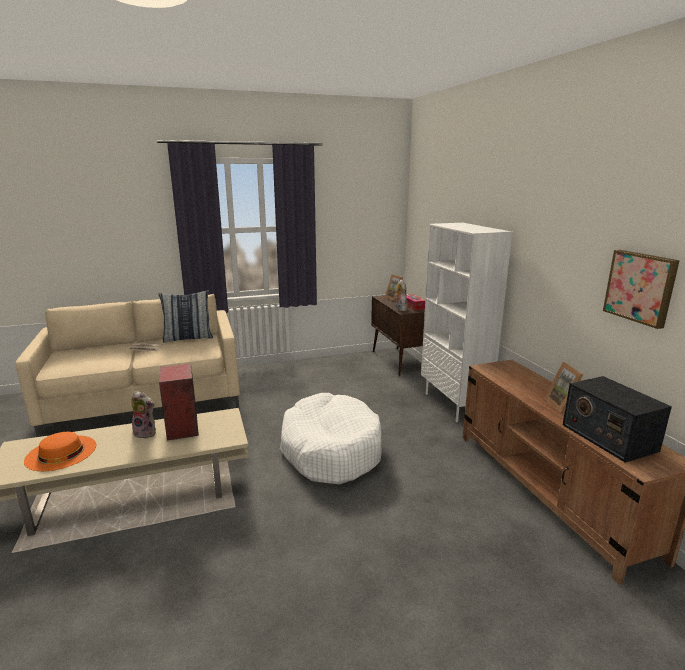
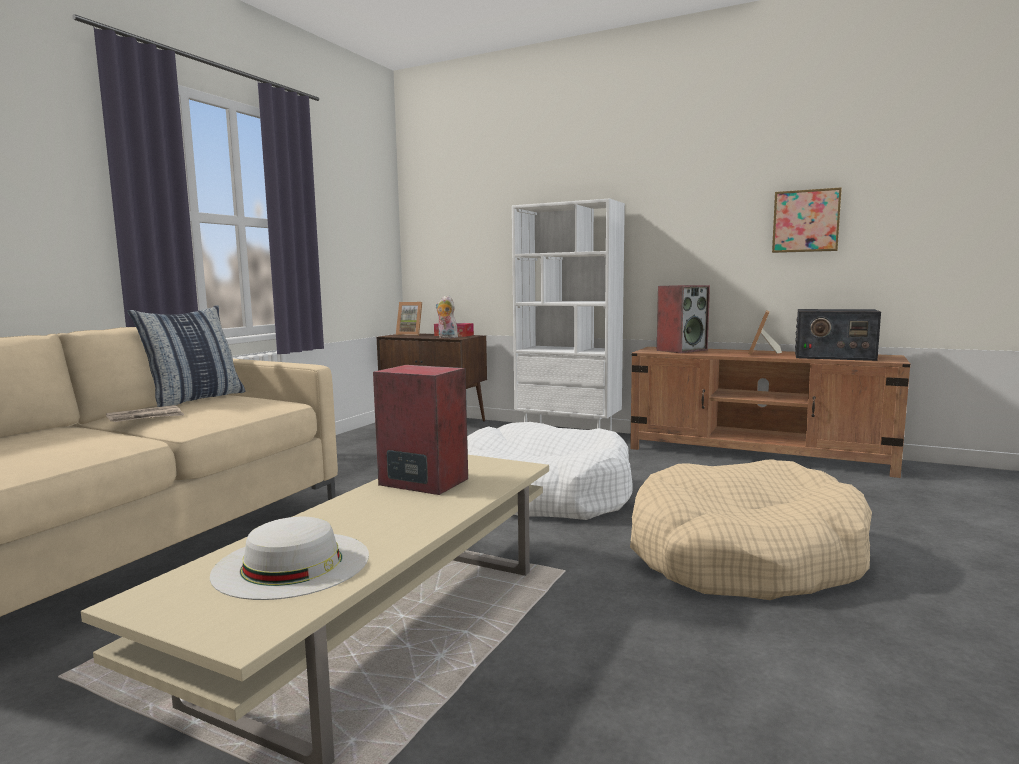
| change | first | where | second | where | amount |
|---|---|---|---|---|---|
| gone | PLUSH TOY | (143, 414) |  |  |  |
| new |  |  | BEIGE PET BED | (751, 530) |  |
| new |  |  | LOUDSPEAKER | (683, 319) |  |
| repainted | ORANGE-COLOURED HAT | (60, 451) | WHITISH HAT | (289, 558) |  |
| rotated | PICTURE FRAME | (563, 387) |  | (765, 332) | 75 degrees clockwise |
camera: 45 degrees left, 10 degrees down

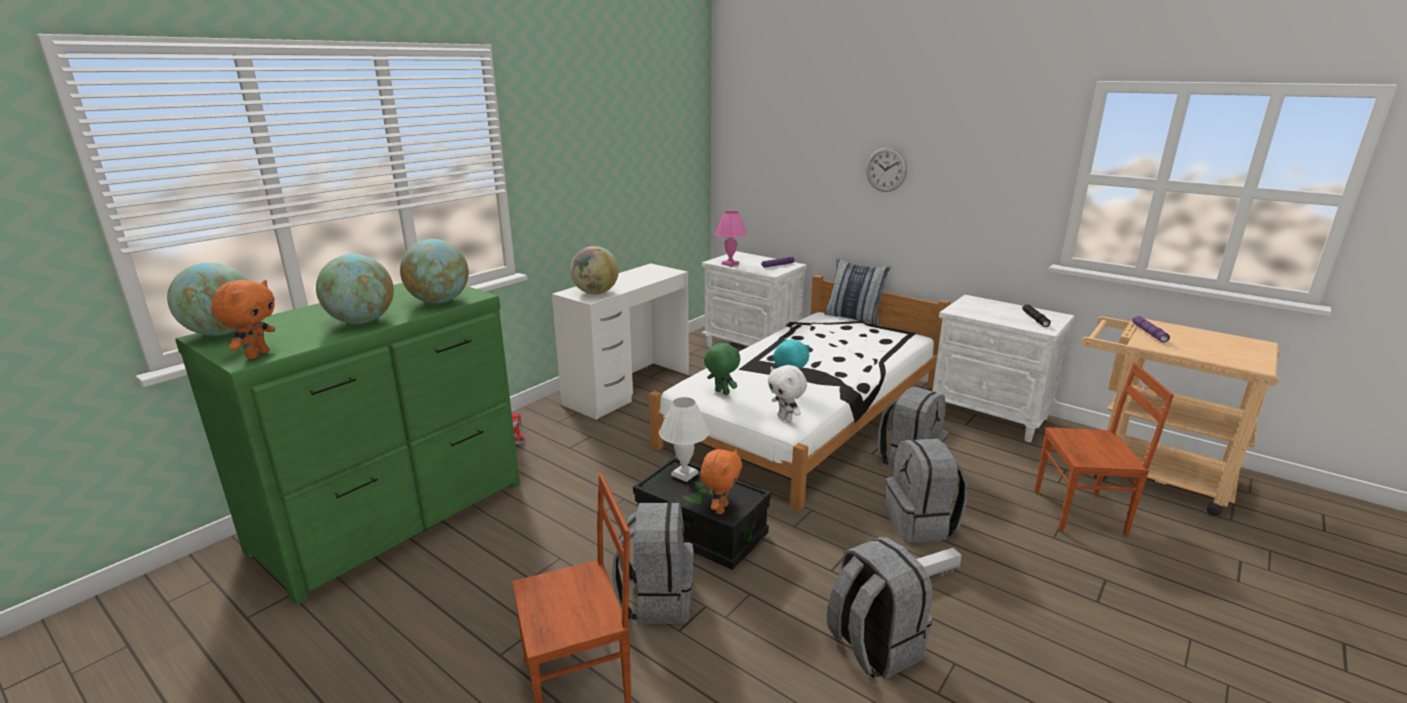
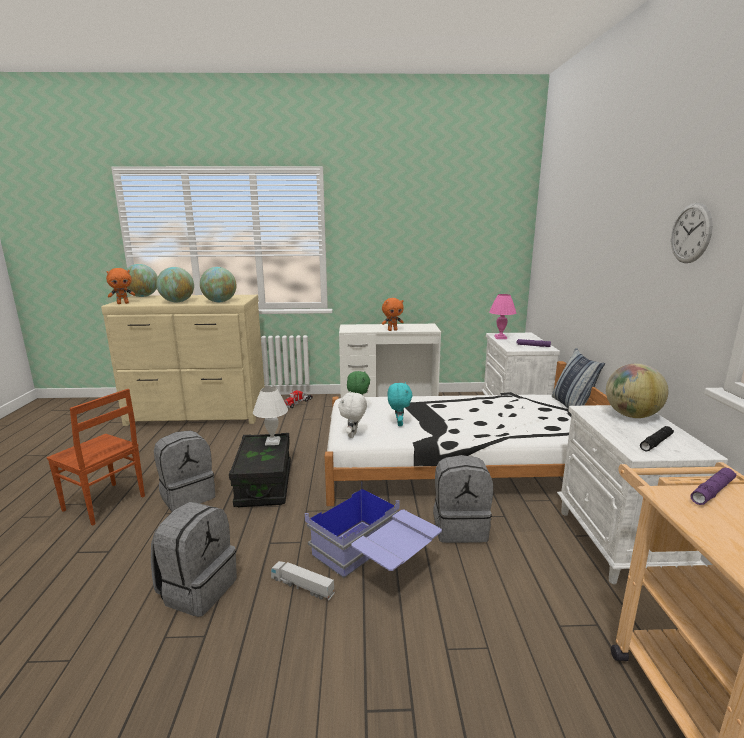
| change | first | where | second | where | amount |
|---|---|---|---|---|---|
| gone | BROWN CHAIR | (1104, 449) |  |  |  |
| shifted | WORLD GLOBE | (594, 270) |  | (637, 390) |  |
| shifted | ORANGE-COLOURED PLUSH TOY | (721, 481) |  | (393, 314) |  |
| shifted | HANGING CLOCK | (886, 169) |  | (692, 233) |  |
| swapped | GREYISH BACKPACK | (926, 490) | BLUE-COLOURED STORAGE BOX | (373, 533) |  |
| repainted | GREEN-COLOURED DRESSER | (347, 444) | BEIGE DRESSER | (183, 360) |  |
camera: 50 degrees right, 5 degrees down

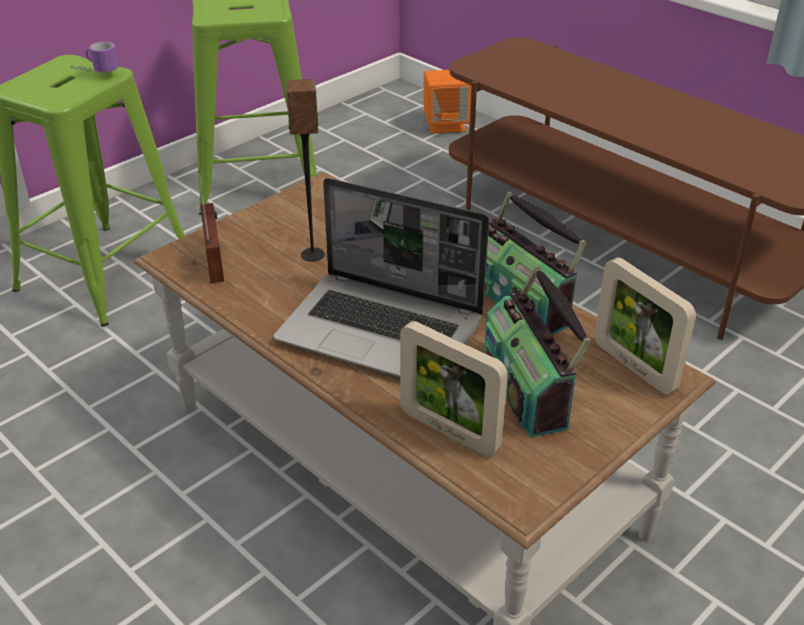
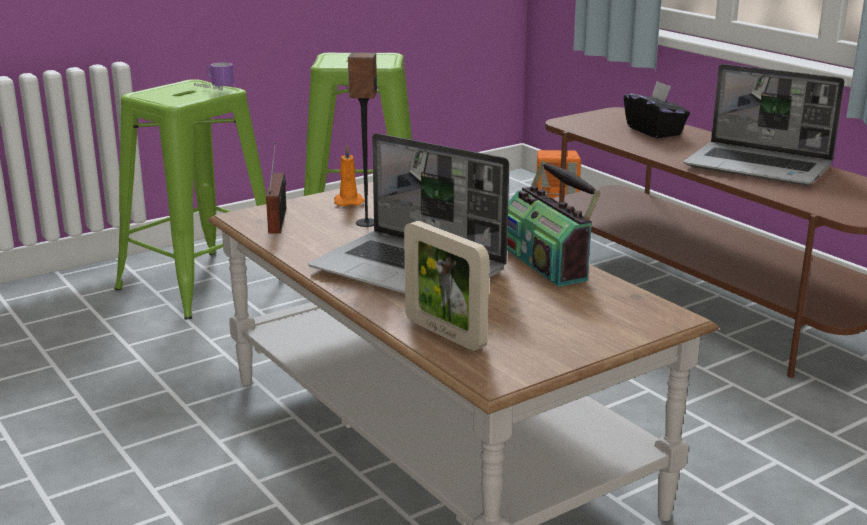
| change | first | where | second | where | amount |
|---|---|---|---|---|---|
| gone | RADIO RECEIVER | (537, 352) |  |  |  |
| gone | PICTURE FRAME | (645, 326) |  |  |  |
| new |  |  | ORANGE-COLOURED WAX CANDLE | (349, 176) |  |
| new |  |  | BLACKISH TISSUE HOLDER | (657, 109) |  |
| new |  |  | LAPTOP | (764, 124) |  |
camera: 10 degrees right, 15 degrees down

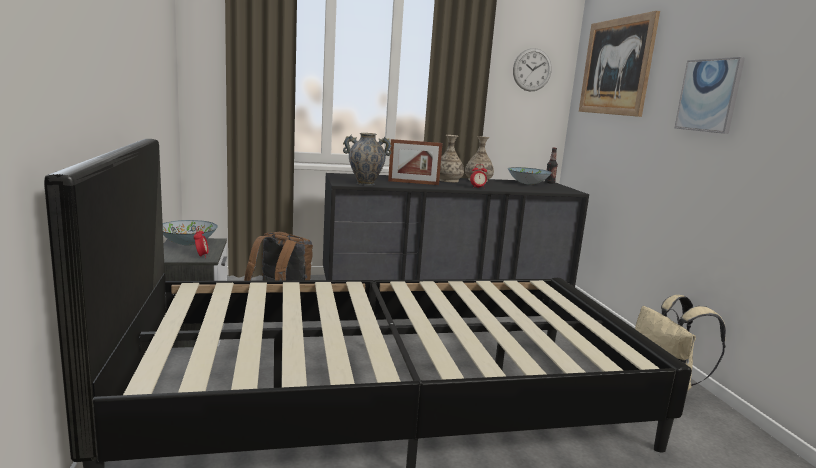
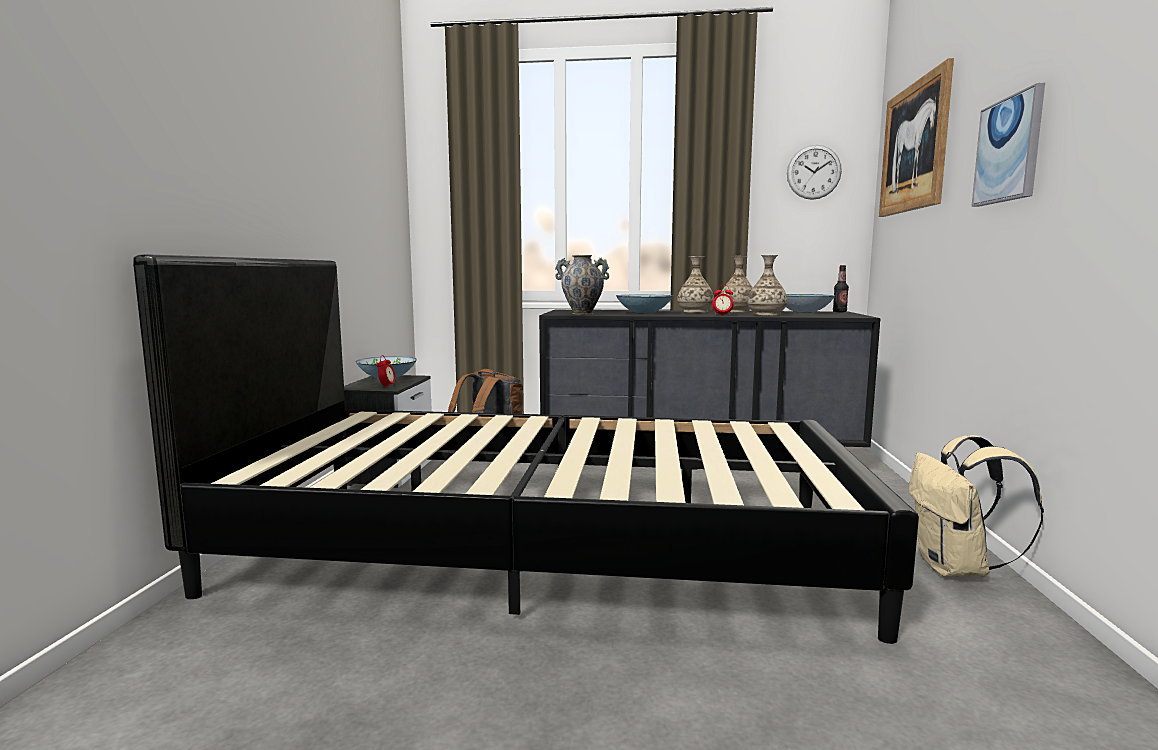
| change | first | where | second | where | amount |
|---|---|---|---|---|---|
| new |  |  | DECORATIVE VASE | (767, 285) |  |
| swapped | PICTURE FRAME | (415, 162) | SERVING BOWL | (644, 304) |  |
camera: 20 degrees right, 5 degrees down

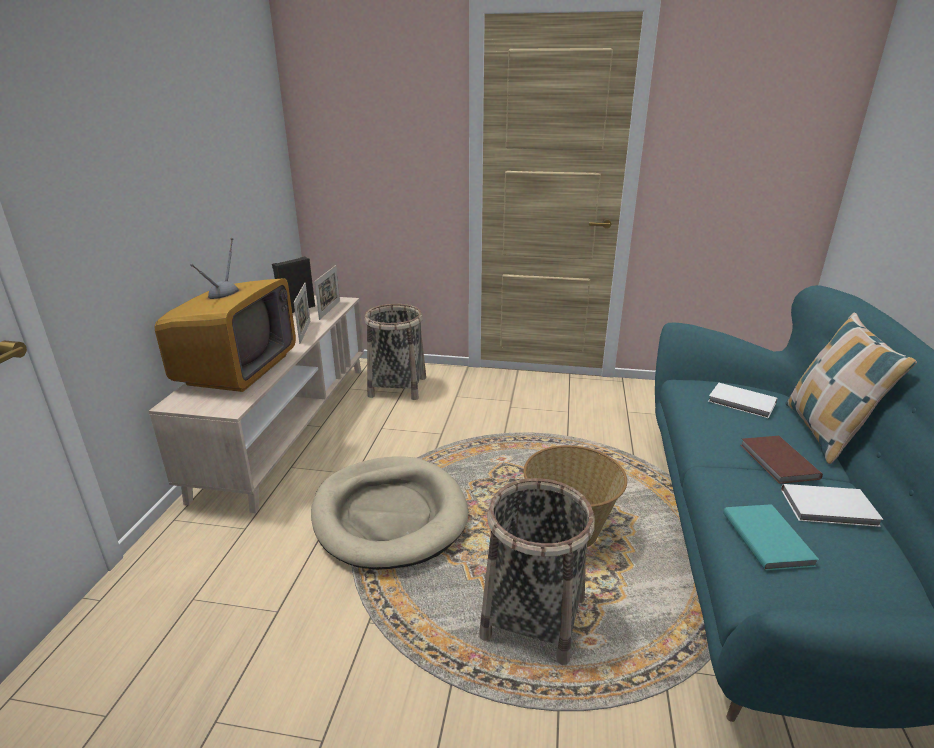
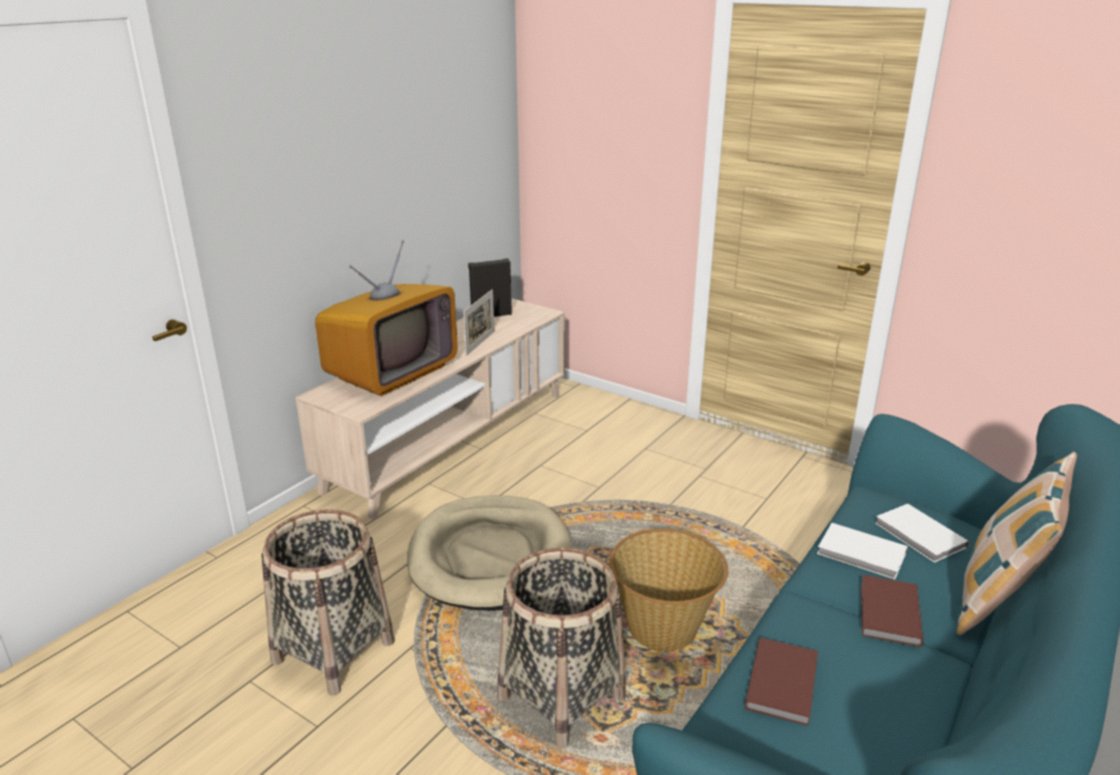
| change | first | where | second | where | amount |
|---|---|---|---|---|---|
| gone | PICTURE FRAME | (327, 292) |  |  |  |
| shifted | BASKET | (395, 352) |  | (328, 602) |  |
| shifted | WHITISH VOLUME | (832, 505) |  | (862, 551) |  |
| repainted | TURQUOISE VOLUME | (771, 537) | BROWN VOLUME | (781, 682) |  |
camera: 25 degrees right, 0 degrees up

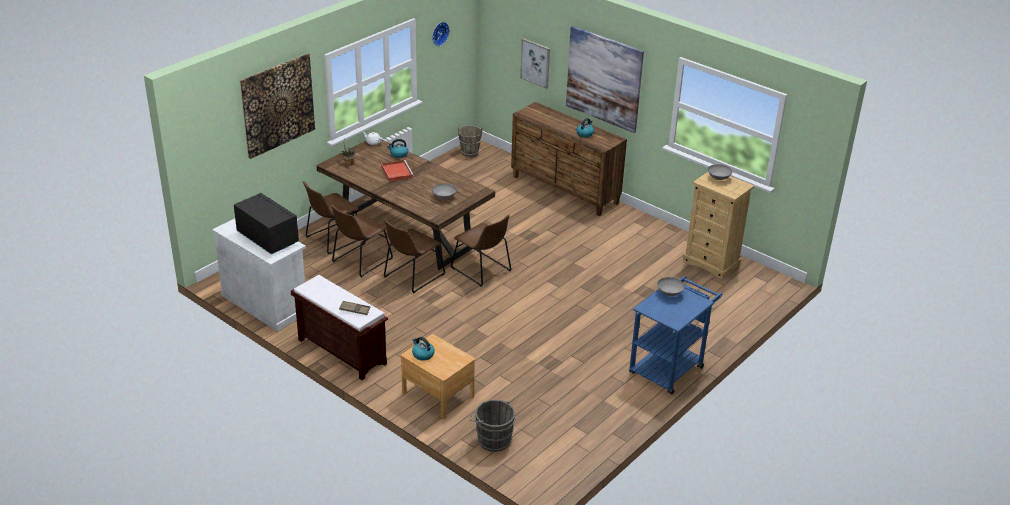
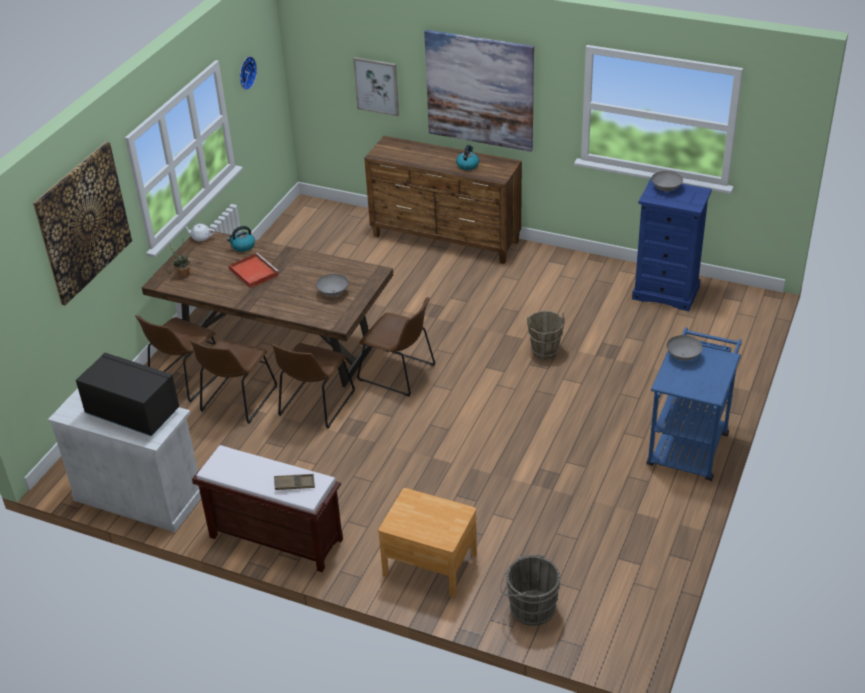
| change | first | where | second | where | amount |
|---|---|---|---|---|---|
| gone | TEA KETTLE | (423, 349) |  |  |  |
| shifted | BROWN WATER BUCKET | (470, 141) |  | (546, 335) |  |
| repainted | BEIGE DRESSER | (718, 225) | BLUE-COLOURED DRESSER | (672, 244) |  |
camera: 15 degrees left, 5 degrees up

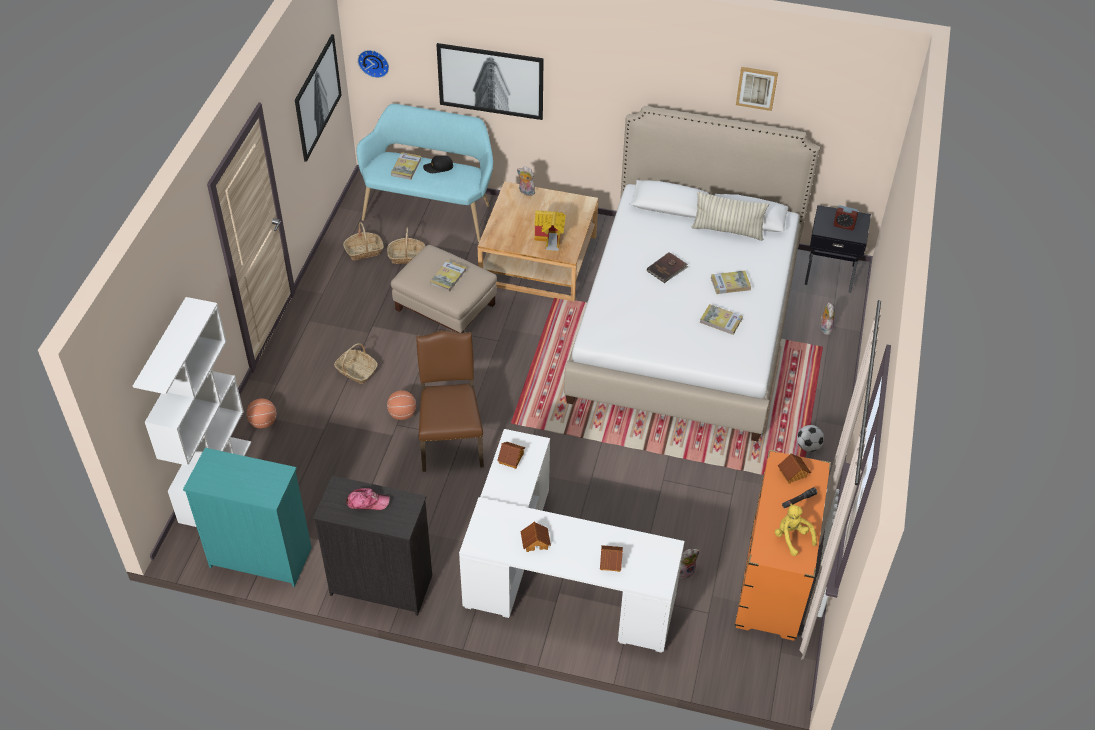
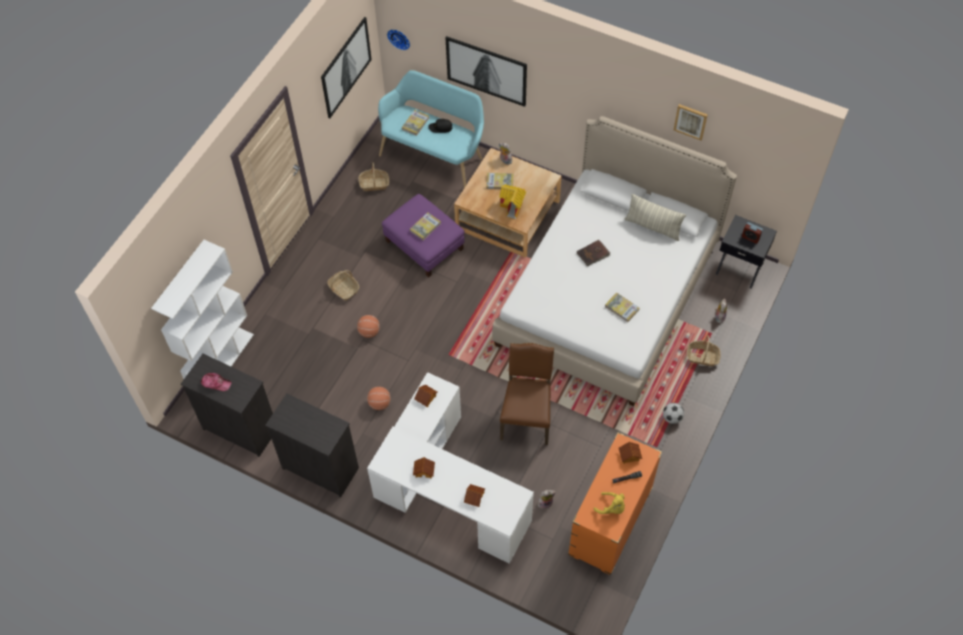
| change | first | where | second | where | amount |
|---|---|---|---|---|---|
| shifted | BASKETBALL | (262, 413) |  | (378, 398) |  |
| shifted | PEAKED CAP | (368, 499) |  | (216, 382) |  |
| shifted | BASKET | (406, 246) |  | (704, 350) |  |
| shifted | BROWN CHAIR | (450, 401) |  | (527, 394) |  |
| shifted | VOLUME | (731, 282) |  | (500, 181) |  |
| repainted | TURQUOISE DRESSER | (247, 517) | BLACKISH DRESSER | (227, 405) |  |
| repainted | BEIGE FOOTREST | (444, 289) | PURPLE FOOTREST | (423, 235) |  |
| rotated | YELLOW PLUSH TOY | (796, 530) |  | (609, 503) | 135 degrees clockwise |
camera: 15 degrees right, 10 degrees up

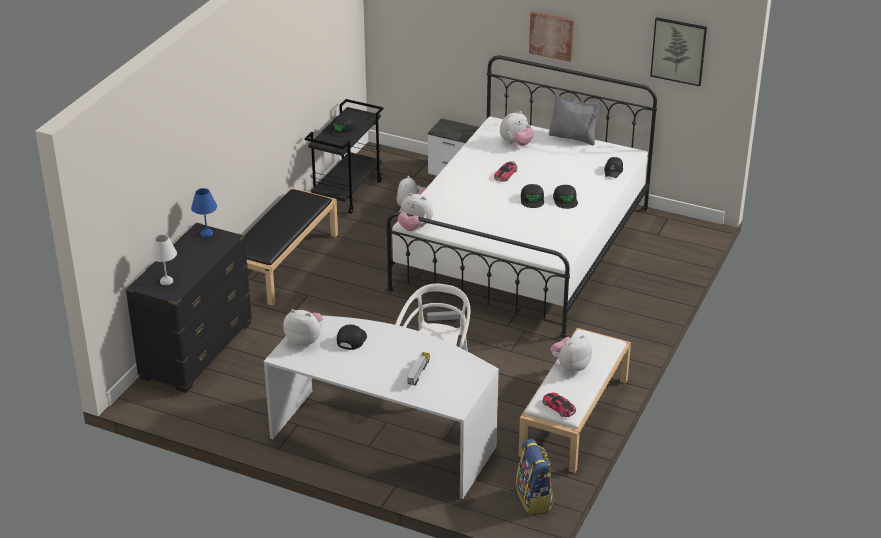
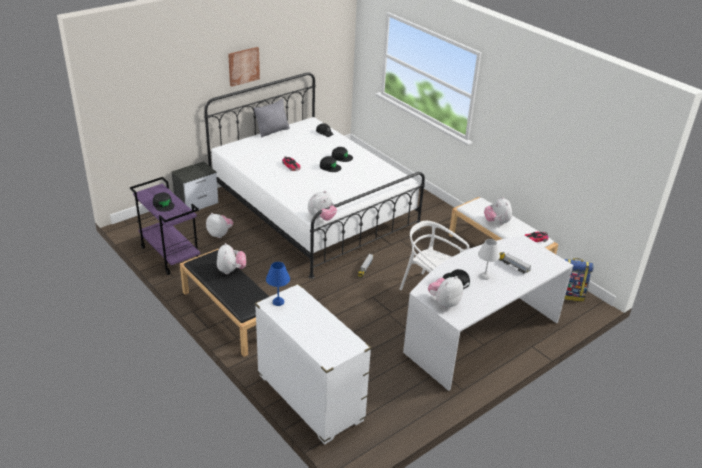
| change | first | where | second | where | amount |
|---|---|---|---|---|---|
| gone | WALL ART | (678, 51) |  |  |  |
| shifted | WHITISH TABLE LAMP | (163, 259) |  | (489, 259) |  |
| shifted | PLUSH TOY | (517, 128) |  | (231, 258) |  |
| repainted | BLACKISH DRESSER | (188, 307) | WHITISH DRESSER | (313, 364) |  |
| repainted | BLACKISH CART | (344, 156) | PURPLE CART | (165, 226) |  |
camera: 65 degrees left, 0 degrees up

